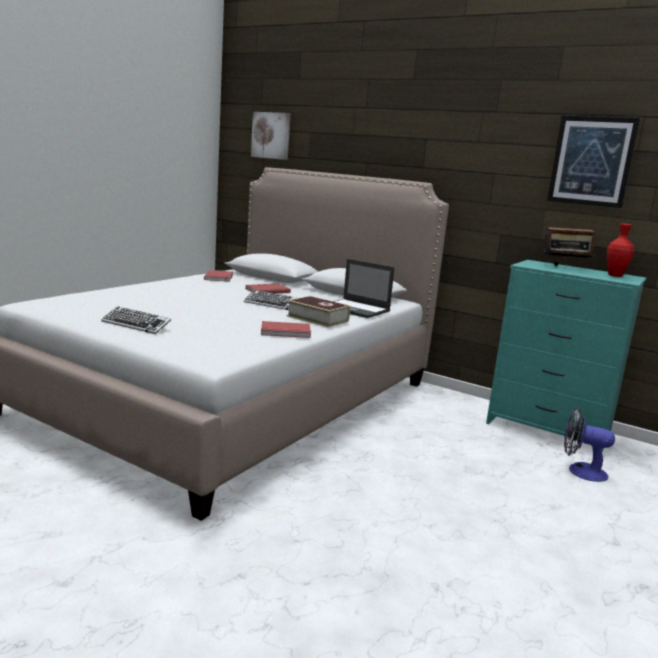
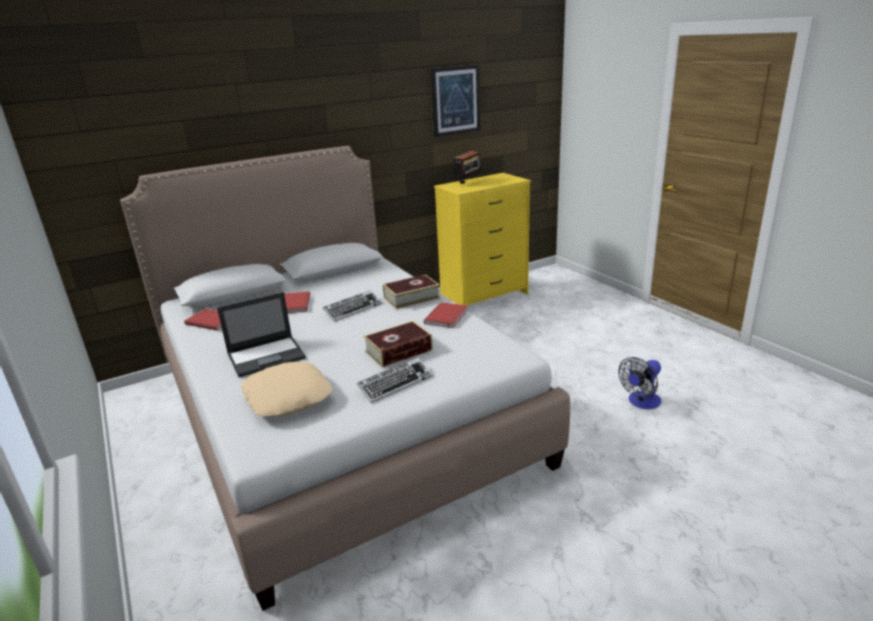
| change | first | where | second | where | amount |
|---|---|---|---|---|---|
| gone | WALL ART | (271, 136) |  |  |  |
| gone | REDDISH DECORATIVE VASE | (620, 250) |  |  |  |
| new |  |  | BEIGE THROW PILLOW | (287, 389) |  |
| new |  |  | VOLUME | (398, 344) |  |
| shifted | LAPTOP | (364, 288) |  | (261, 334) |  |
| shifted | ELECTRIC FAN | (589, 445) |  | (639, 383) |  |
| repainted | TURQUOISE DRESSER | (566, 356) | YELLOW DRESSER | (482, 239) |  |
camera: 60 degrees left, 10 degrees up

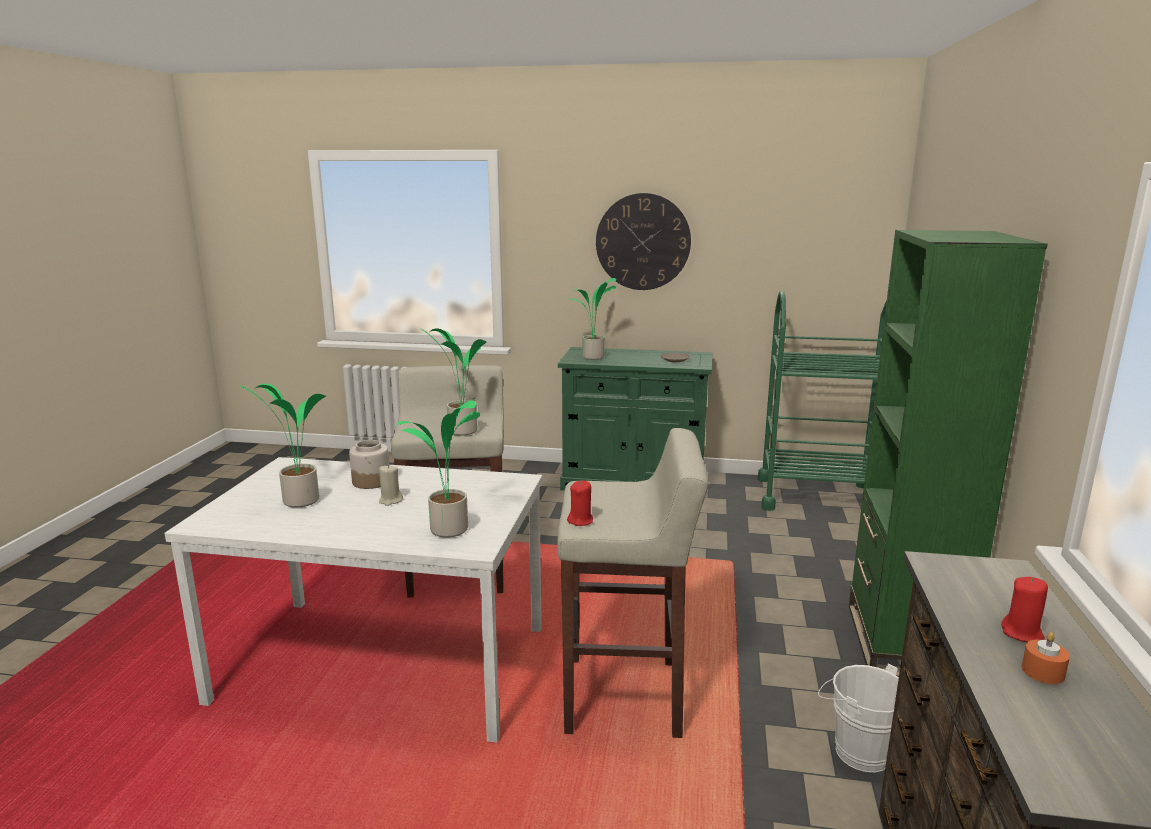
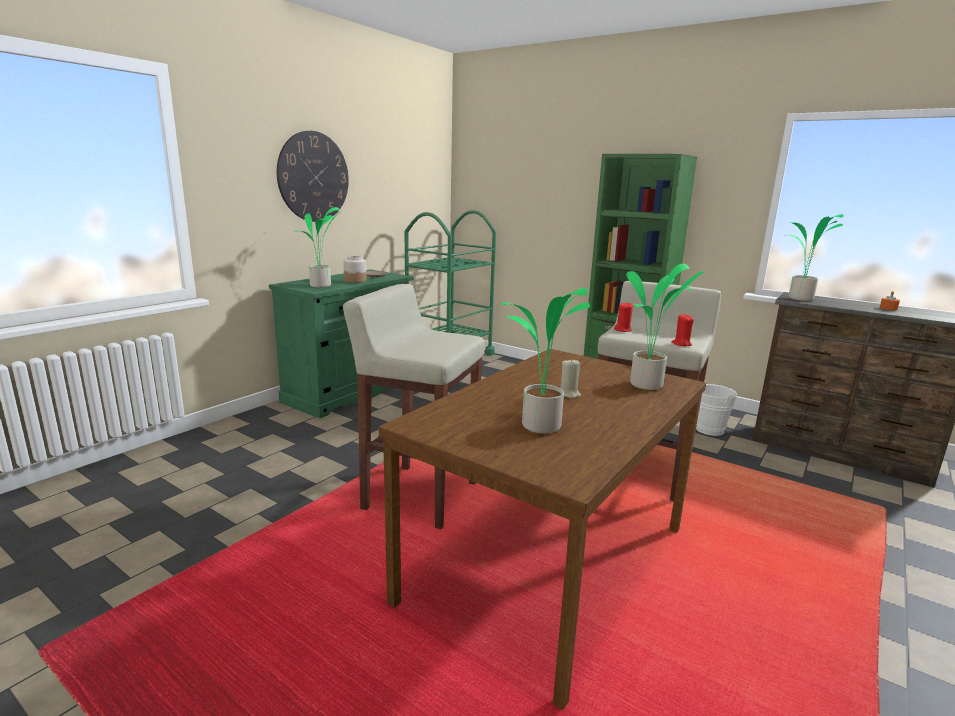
| change | first | where | second | where | amount |
|---|---|---|---|---|---|
| shifted | PRESERVE JAR | (369, 464) |  | (355, 269) |  |
| shifted | POTTED PLANT | (453, 382) |  | (816, 257) |  |
| shifted | REDDISH WAX CANDLE | (1024, 609) |  | (623, 317) |  |
| repainted | WHITISH KITCHEN TABLE | (354, 600) | BROWN KITCHEN TABLE | (542, 529) |  |
camera: 65 degrees left, 0 degrees up

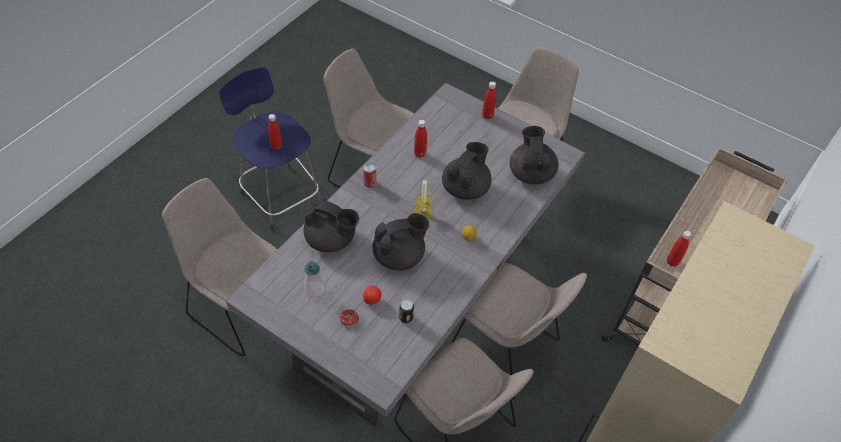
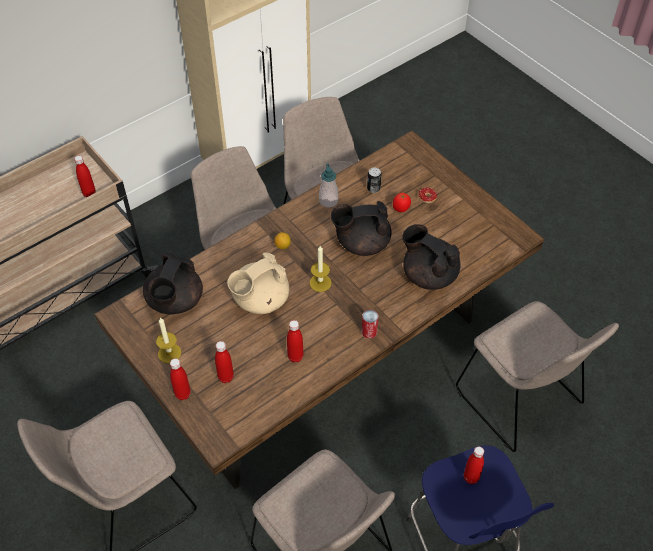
| change | first | where | second | where | amount |
|---|---|---|---|---|---|
| new |  |  | WAX CANDLE | (168, 340) |  |
| new |  |  | REDDISH BOTTLE | (224, 362) |  |
| shifted | LIQUID SOAP BOTTLE | (314, 279) |  | (328, 185) |  |
| repainted | GREYISH KITCHEN TABLE | (405, 254) | BROWN KITCHEN TABLE | (319, 310) |  |
| repainted | BLACKISH POT FOR TEA | (467, 171) | BEIGE POT FOR TEA | (258, 283) |  |
camera: 160 degrees left, 0 degrees up

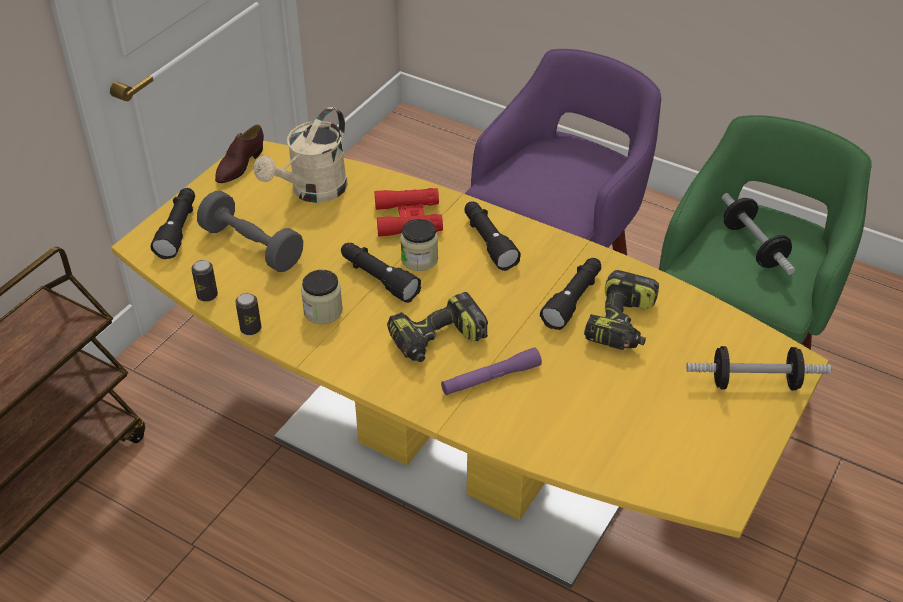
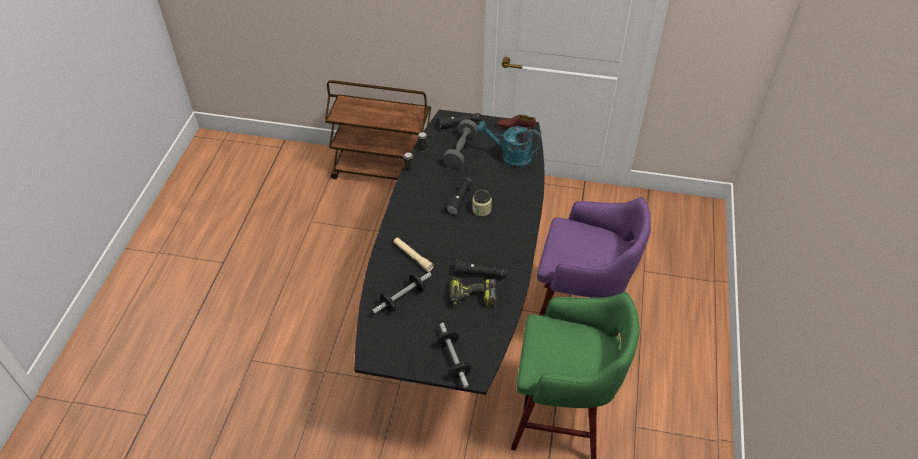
| change | first | where | second | where | amount |
|---|---|---|---|---|---|
| gone | PRESERVE JAR | (322, 297) |  |  |  |
| gone | REDDISH BINOCULARS | (408, 212) |  |  |  |
| gone | DRILL | (437, 327) |  |  |  |
| gone | BLACKISH TORCH | (493, 236) |  |  |  |
| shifted | FREE WEIGHT | (758, 234) |  | (402, 293) |  |
| repainted | YELLOW KITCHEN TABLE | (469, 364) | BLACKISH KITCHEN TABLE | (449, 252) |  |
| repainted | BEIGE WATERING CAN | (301, 155) | TURQUOISE WATERING CAN | (509, 145) |  |
| repainted | PURPLE TORCH | (491, 371) | BEIGE TORCH | (414, 254) |  |
camera: 70 degrees right, 5 degrees up

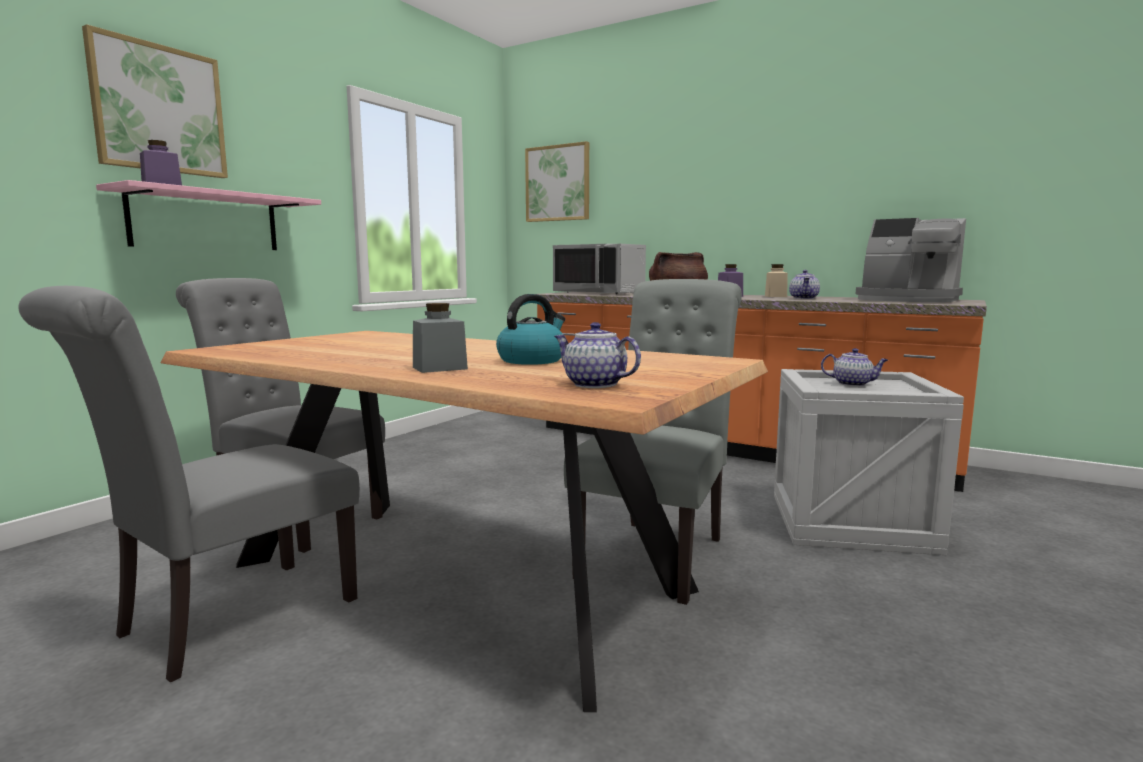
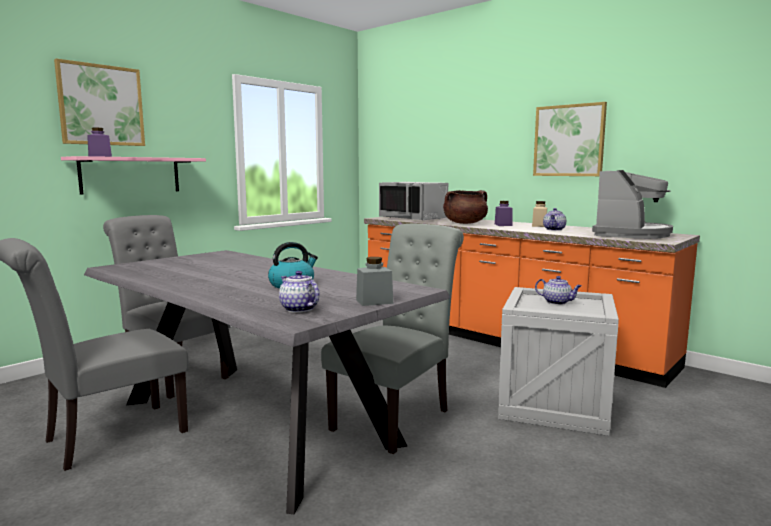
| change | first | where | second | where | amount |
|---|---|---|---|---|---|
| shifted | GREYISH PRESERVE JAR | (440, 338) |  | (374, 281) |  |
| shifted | WALL ART | (557, 181) |  | (570, 139) |  |
| repainted | BROWN KITCHEN TABLE | (464, 521) | GREYISH KITCHEN TABLE | (267, 382) |  |
| rotated | COFFEE MAKER | (911, 260) |  | (632, 204) | 105 degrees counterclockwise |
camera: 10 degrees right, 0 degrees up

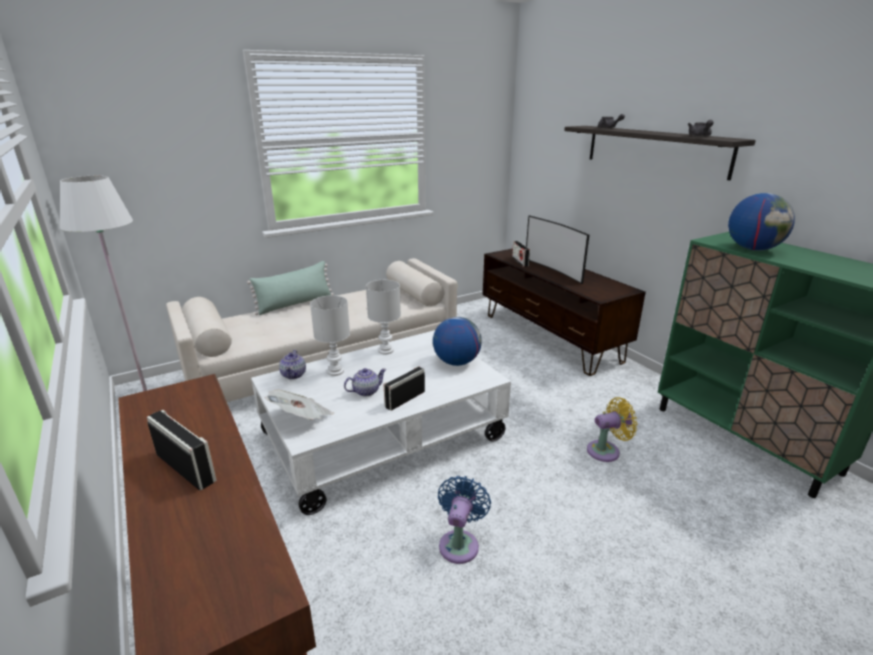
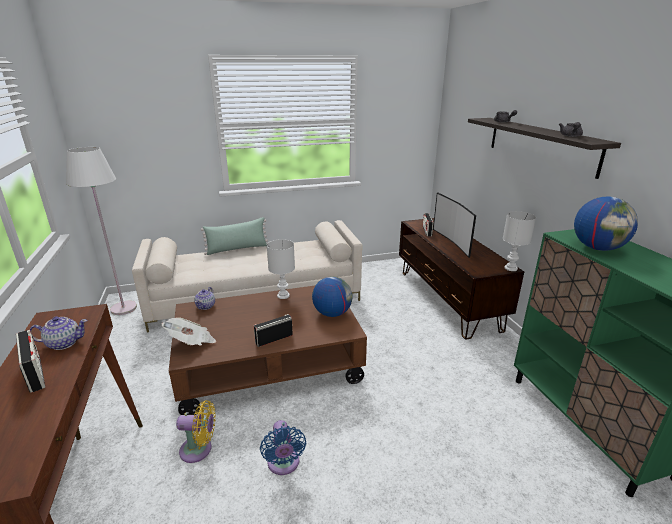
| change | first | where | second | where | amount |
|---|---|---|---|---|---|
| shifted | WHITISH TABLE LAMP | (330, 335) |  | (519, 241) |  |
| shifted | POT FOR TEA | (365, 382) |  | (58, 333) |  |
| shifted | YELLOW ELECTRIC FAN | (612, 429) |  | (196, 431) |  |
| repainted | WHITISH COFFEE TABLE | (381, 422) | BROWN COFFEE TABLE | (268, 350) |  |
| rotated | BLUE-COLOURED ELECTRIC FAN | (464, 520) |  | (283, 447) | 135 degrees clockwise |
camera: 15 degrees right, 0 degrees up

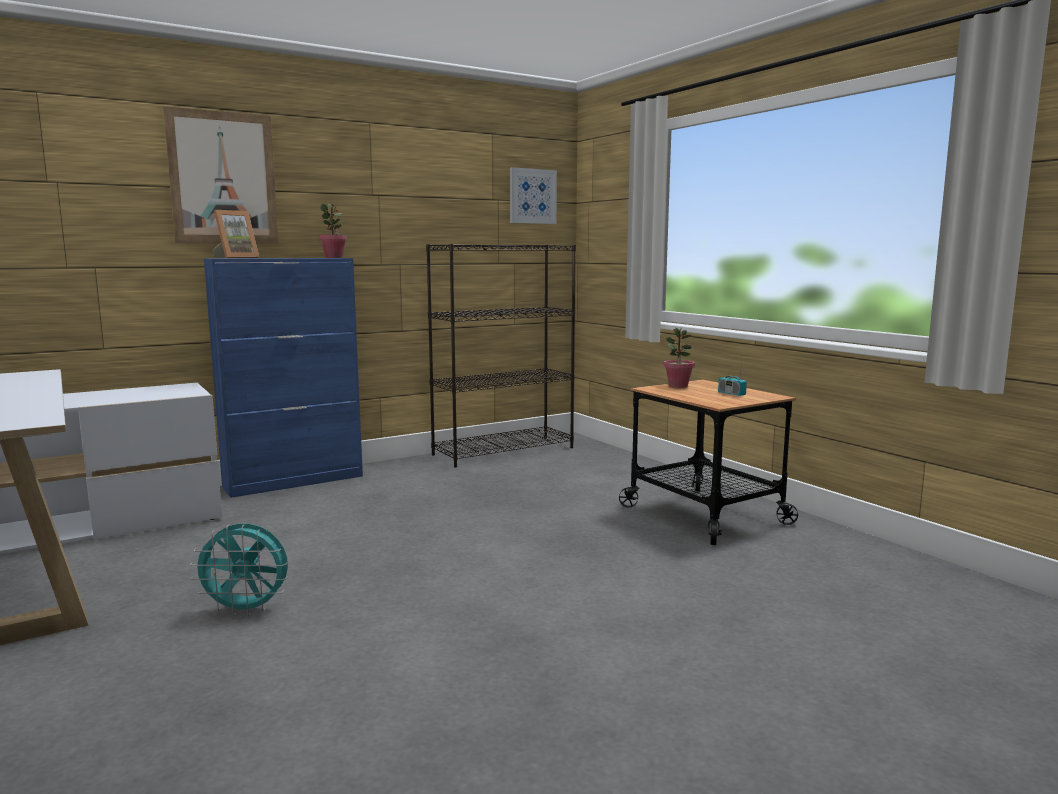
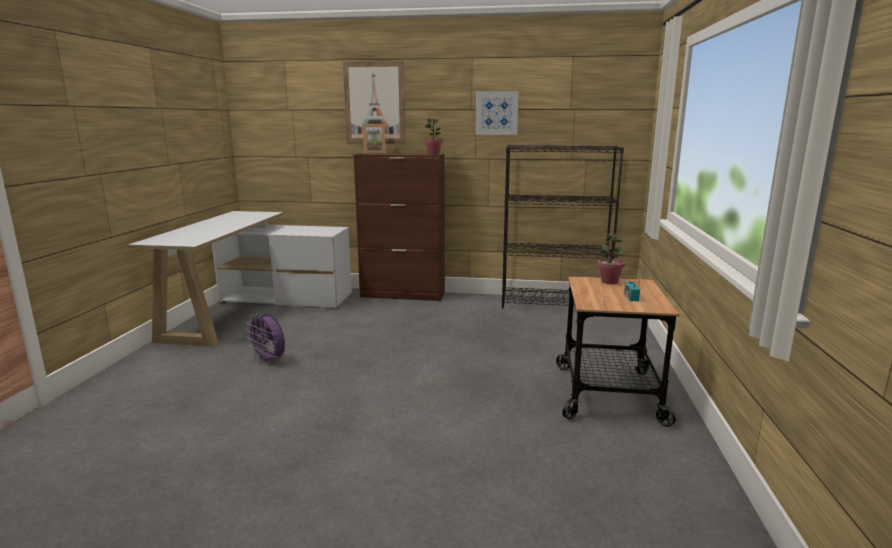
| change | first | where | second | where | amount |
|---|---|---|---|---|---|
| shifted | WALL ART | (533, 195) |  | (497, 113) |  |
| repainted | TURQUOISE ELECTRIC FAN | (239, 570) | PURPLE ELECTRIC FAN | (265, 339) |  |
| repainted | BLUE-COLOURED STORAGE CABINET | (283, 378) | BROWN STORAGE CABINET | (399, 227) |  |
camera: 40 degrees right, 5 degrees up

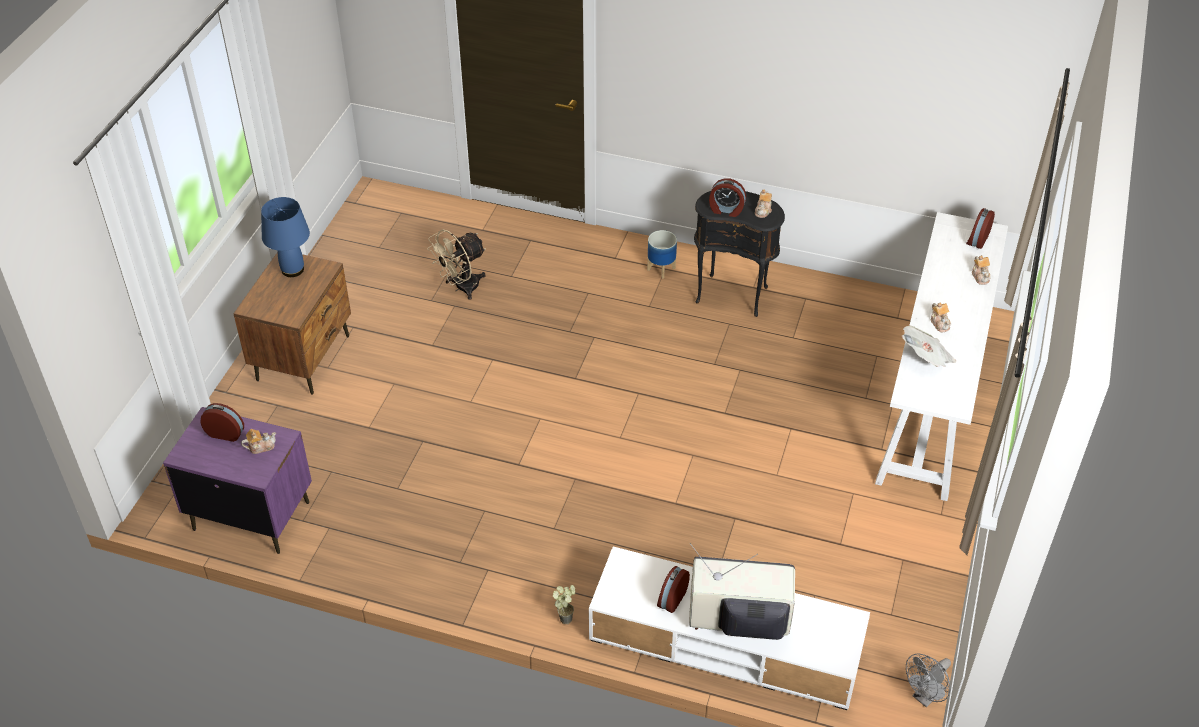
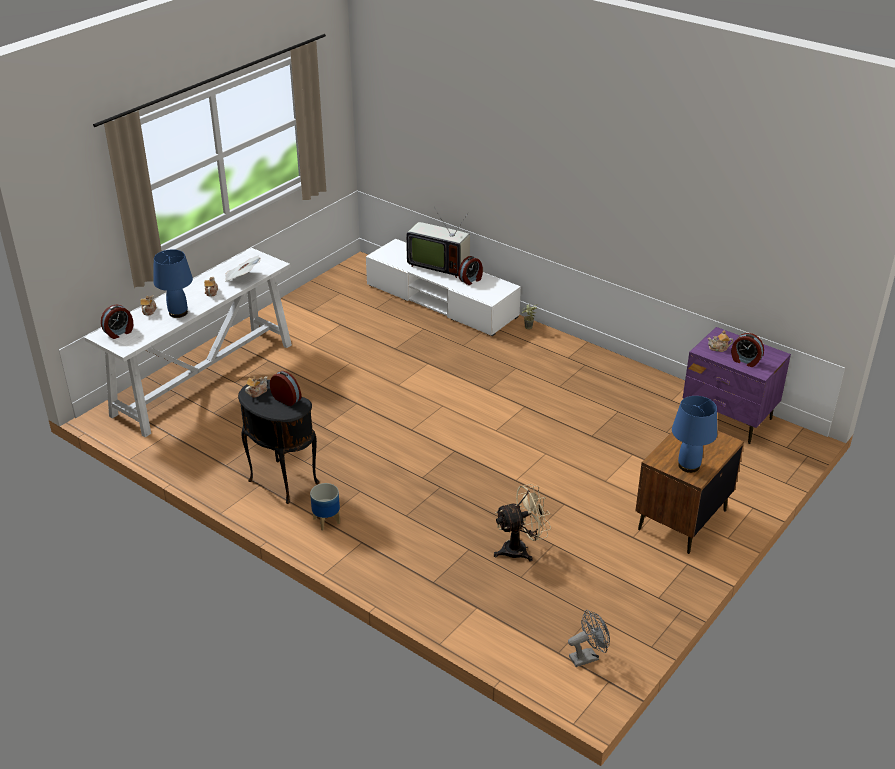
| change | first | where | second | where | amount |
|---|---|---|---|---|---|
| new |  |  | BLUE-COLOURED TABLE LAMP | (173, 283) |  |
| shifted | GREYISH ELECTRIC FAN | (928, 680) |  | (589, 638) |  |
camera: 160 degrees left, 10 degrees down

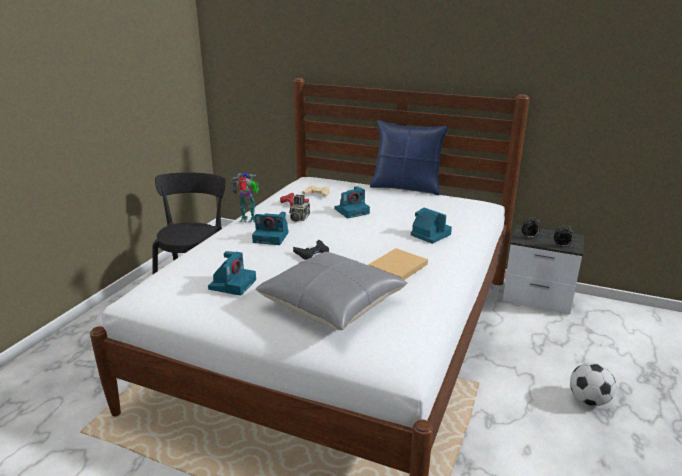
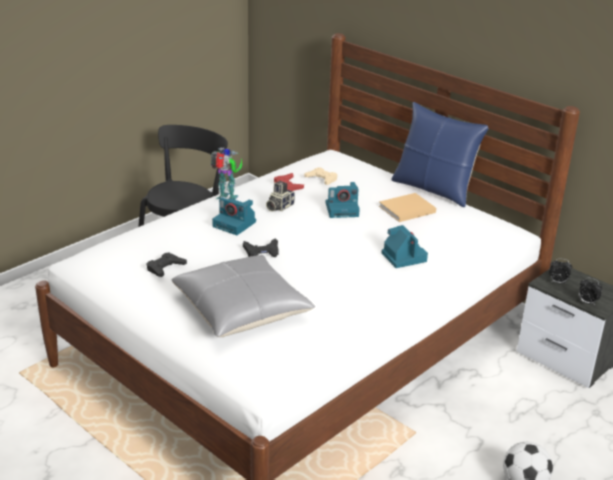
| change | first | where | second | where | amount |
|---|---|---|---|---|---|
| shifted | BEIGE VOLUME | (398, 264) |  | (407, 207) |  |
| swapped | STILL CAMERA | (232, 273) | BLACKISH JOYPAD | (167, 264) |  |
camera: 20 degrees right, 5 degrees up

